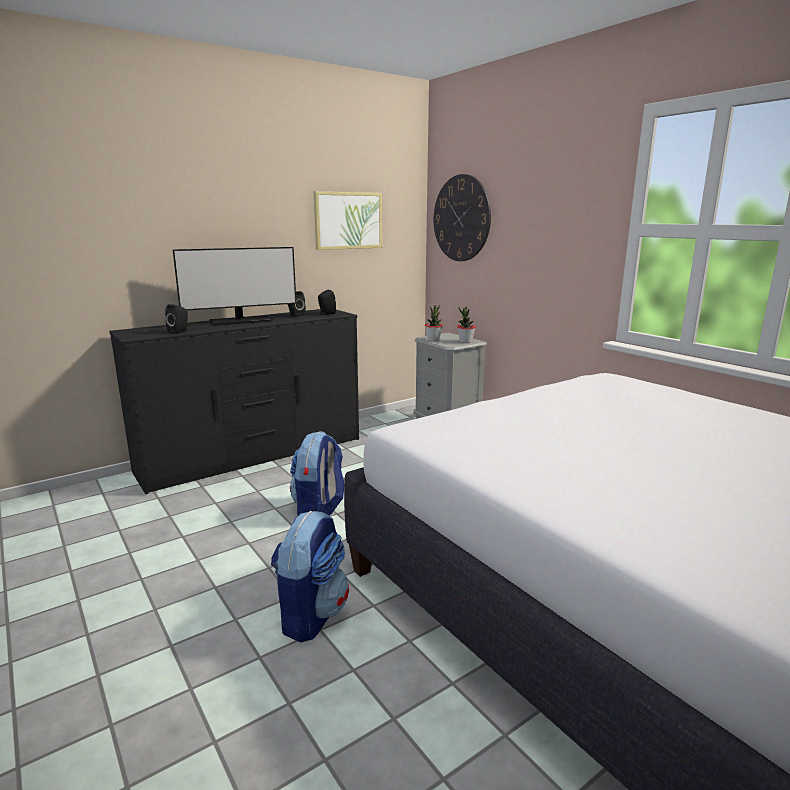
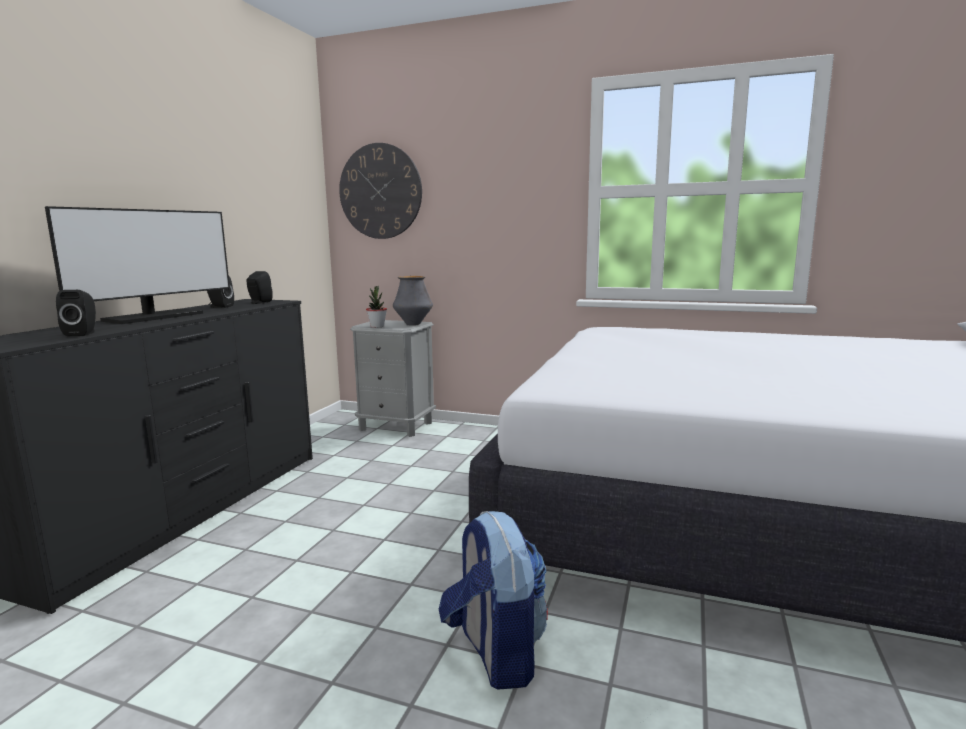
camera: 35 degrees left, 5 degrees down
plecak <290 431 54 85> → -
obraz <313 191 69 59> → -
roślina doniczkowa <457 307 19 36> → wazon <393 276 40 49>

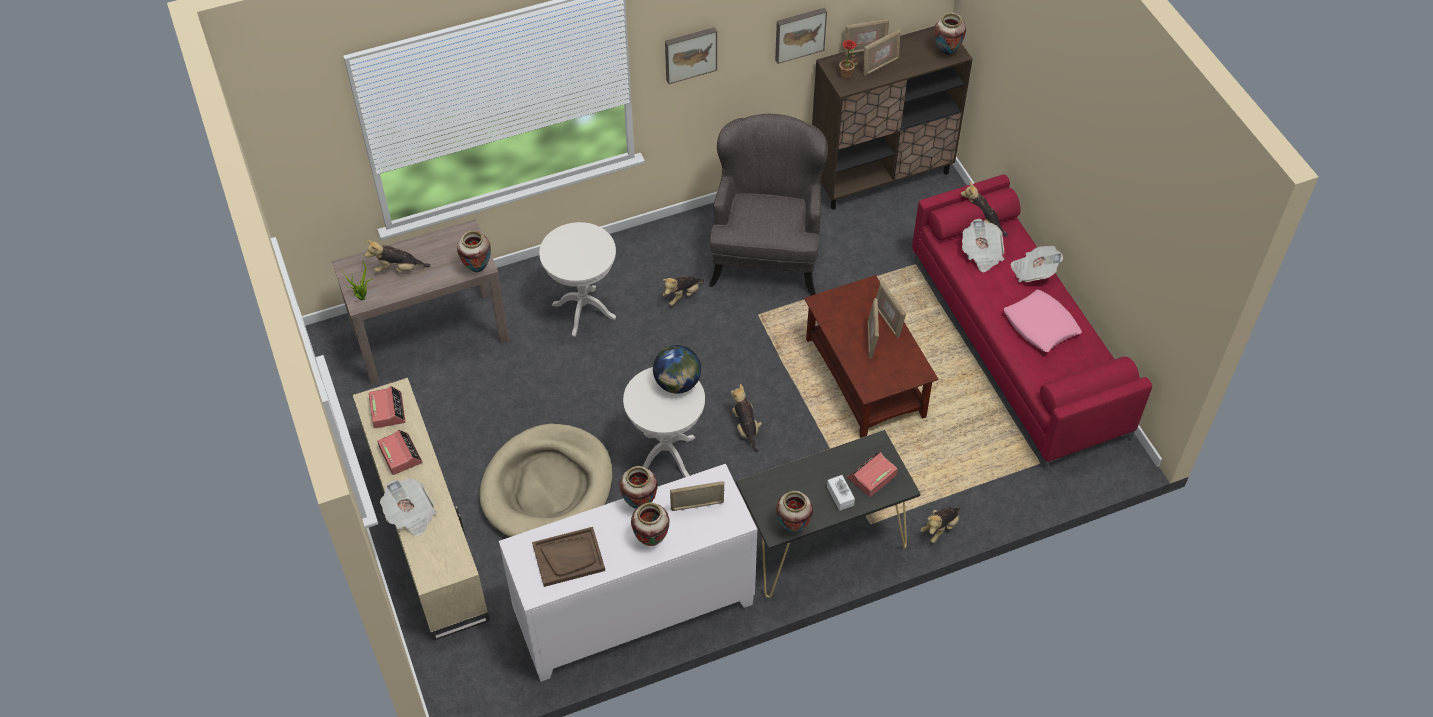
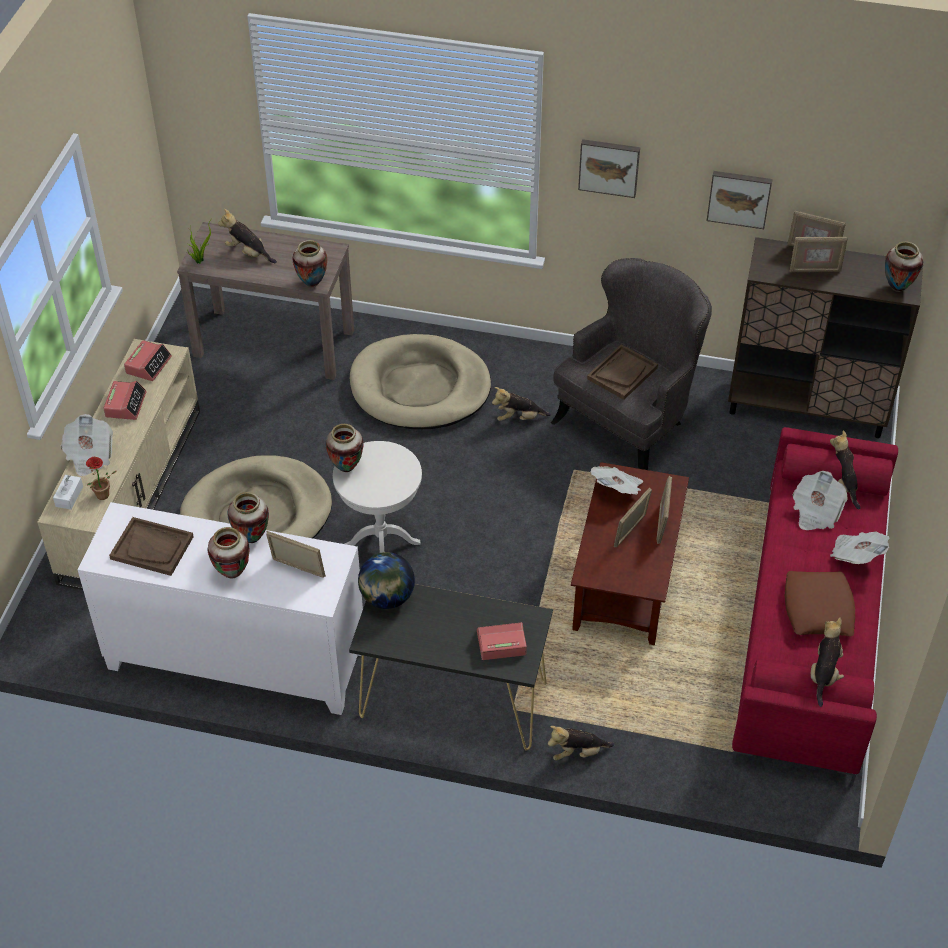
camera: 35 degrees right, 5 degrees down
stolik [biały] <539 222 77 115> → legowisko [beżowy] <350 334 141 95>
globus <653 345 48 49> → globus <358 552 57 57>, shifted
pluszak <731 384 31 68> → pluszak <811 618 33 89>, shifted
wazon <776 491 37 42> → wazon <325 424 39 48>, shifted
pudełko chusteczek [biały] <827 475 28 36> → pudełko chusteczek [biały] <53 475 30 35>, shifted
roślina doniczkowa <839 40 19 39> → roślina doniczkowa <86 456 30 44>, shifted
poduszka [różowy] <1003 289 79 63> → poduszka [brązowy] <785 571 70 66>
- → taca [brązowy] <587 344 71 56>
- → gazeta <591 466 52 29>

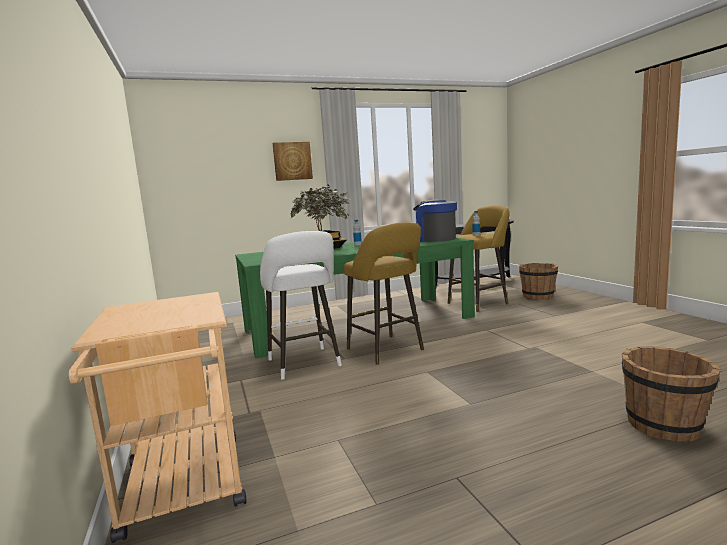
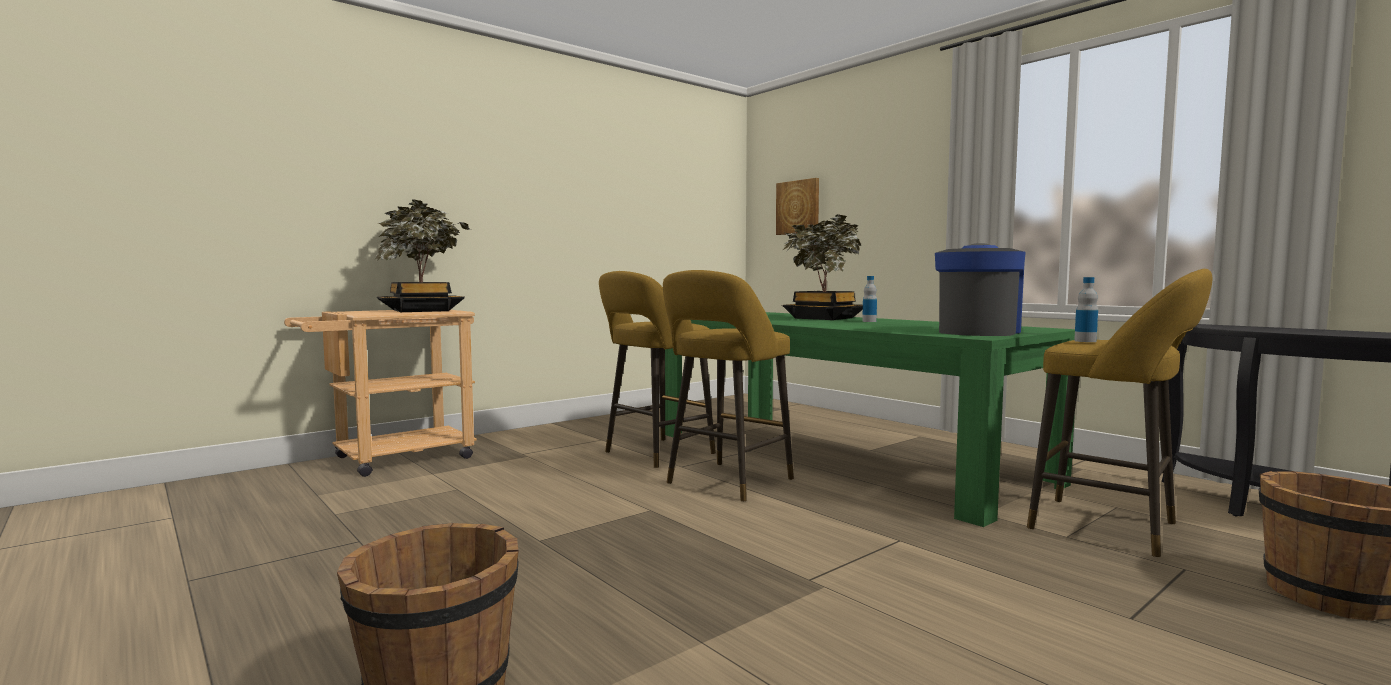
camera: 70 degrees right, 5 degrees down
stołek [biały] <260 231 82 149> → stołek [żółty] <599 271 117 197>
obraz <273 142 40 39> → obraz <776 178 43 57>, shifted
- → roślina doniczkowa <374 199 97 113>

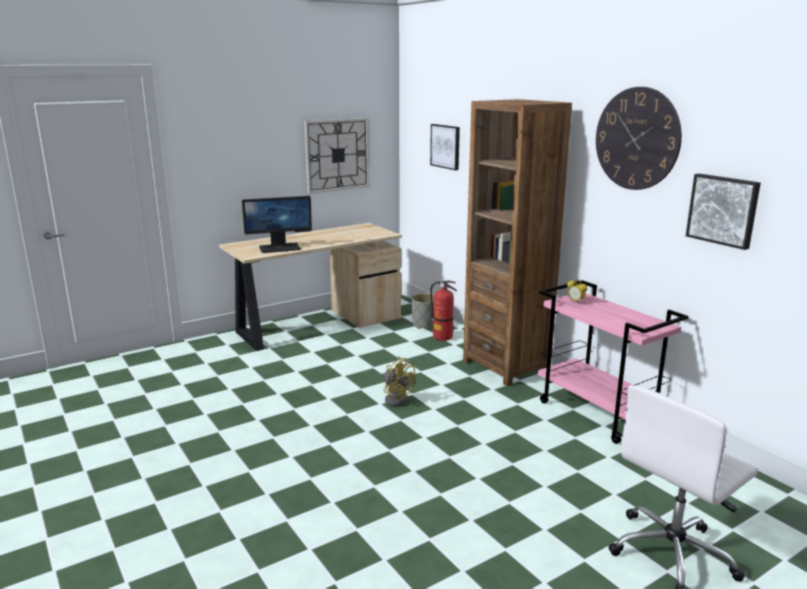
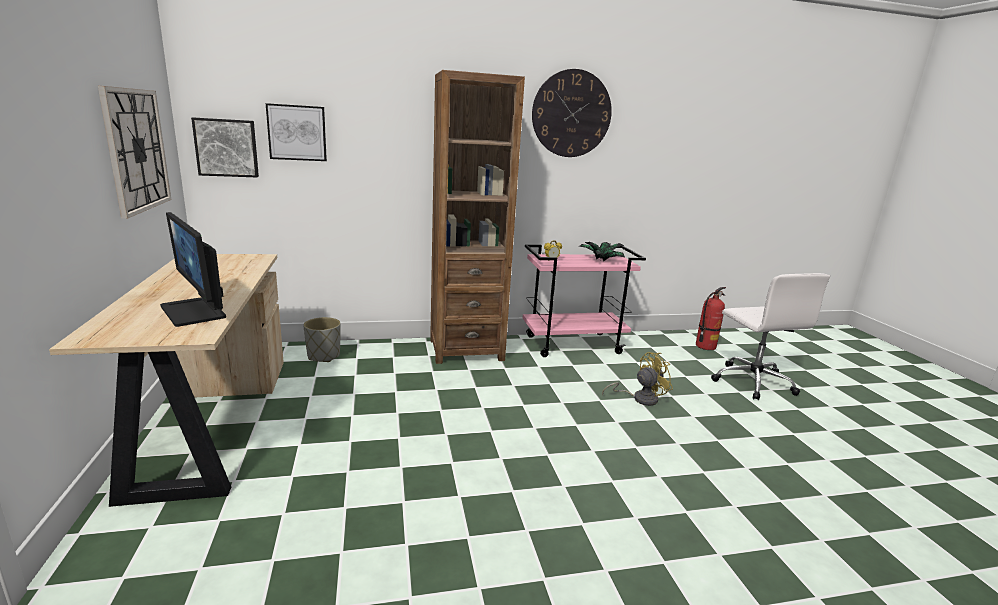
camera: 70 degrees left, 0 degrees up
monitor <242 196 70 57> → monitor <160 212 66 115>, 135 degrees clockwise
wentylator [żółty] <382 356 33 51> → wentylator [żółty] <602 352 71 54>, shifted
gaśnica <430 281 27 60> → gaśnica <696 287 30 63>, shifted
obraz <686 174 75 76> → obraz <191 118 68 59>, shifted
- → roślina doniczkowa <579 242 46 19>

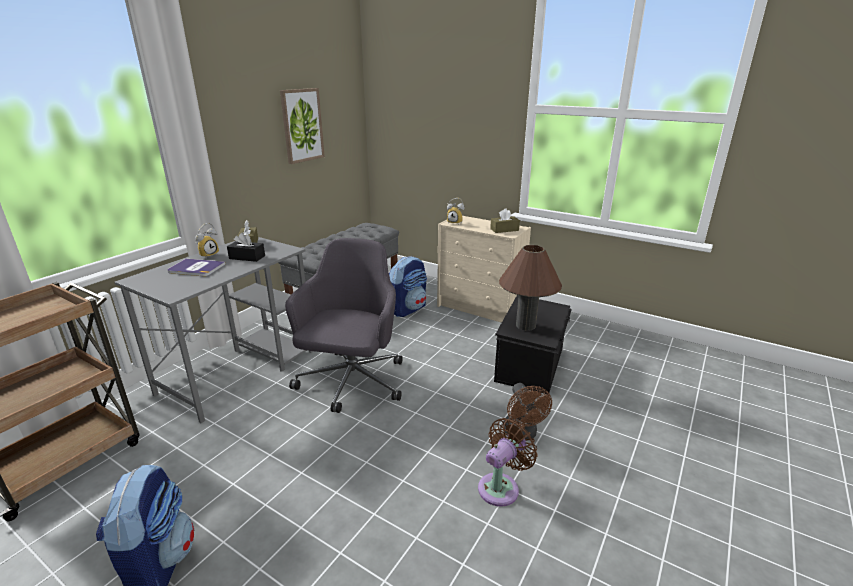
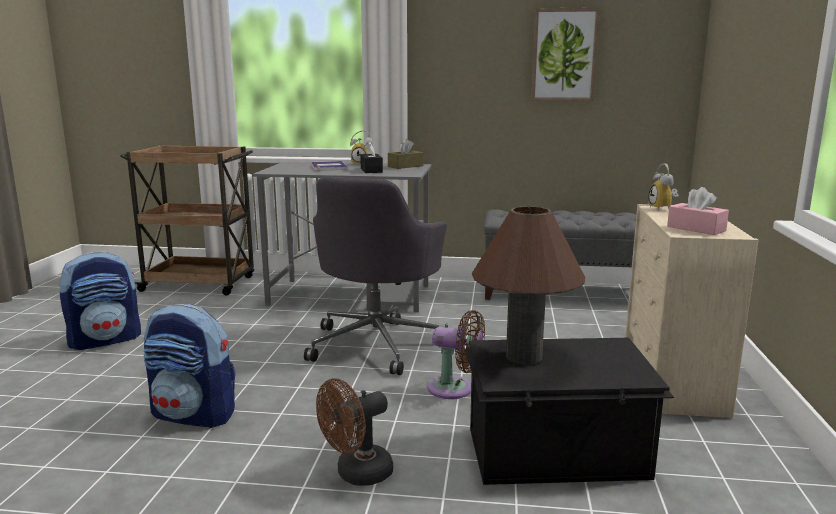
camera: 65 degrees right, 10 degrees down
krzesło biurowe [szary] <285 238 118 175> → krzesło biurowe [szary] <304 177 143 198>, 120 degrees clockwise
plecak <389 256 38 61> → plecak <144 304 92 124>, shifted
wentylator [brązowy] <478 418 59 89> → wentylator [brązowy] <427 310 58 89>, shifted
pudełko chusteczek [brązowy] <490 208 30 25> → pudełko chusteczek [różowy] <667 187 62 48>

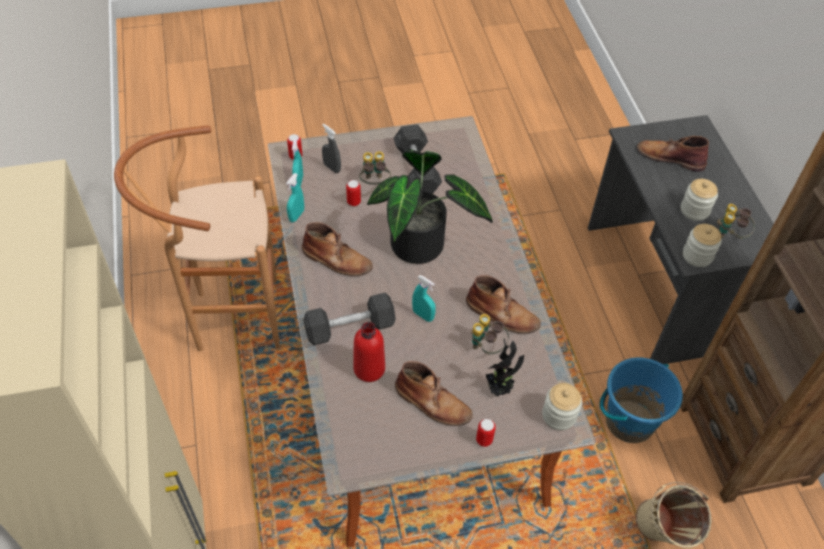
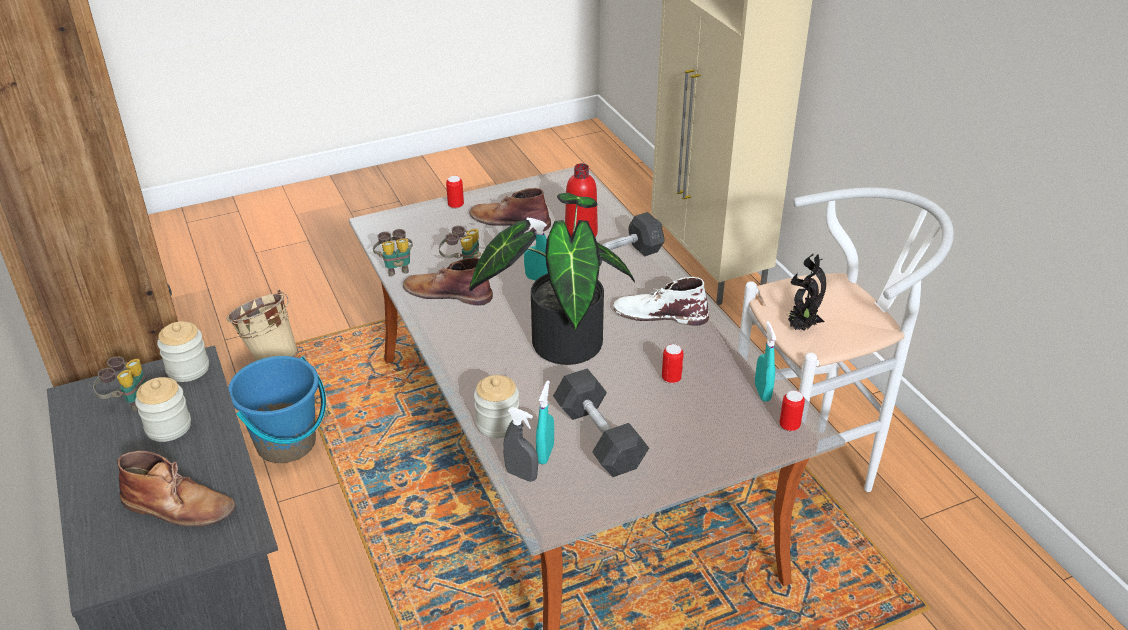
camera: 170 degrees right, 15 degrees down
stołek [brązowy] <114 125 166 226> → stołek [biały] <740 187 214 305>
spryskiwacz [turkusowy] <286 173 18 49> → spryskiwacz [turkusowy] <536 380 18 84>, shifted
but z cholewką [brązowy] <302 222 71 54> → but z cholewką [biały] <613 277 96 49>
spryskiwacz [szary] <322 124 19 49> → spryskiwacz [szary] <503 407 35 75>, shifted
lornetka <359 151 32 34> → lornetka <373 229 40 48>, shifted
roślina doniczkowa <486 339 38 57> → roślina doniczkowa <788 253 38 78>, shifted
słoik <542 383 40 47> → słoik <474 375 45 63>, shifted

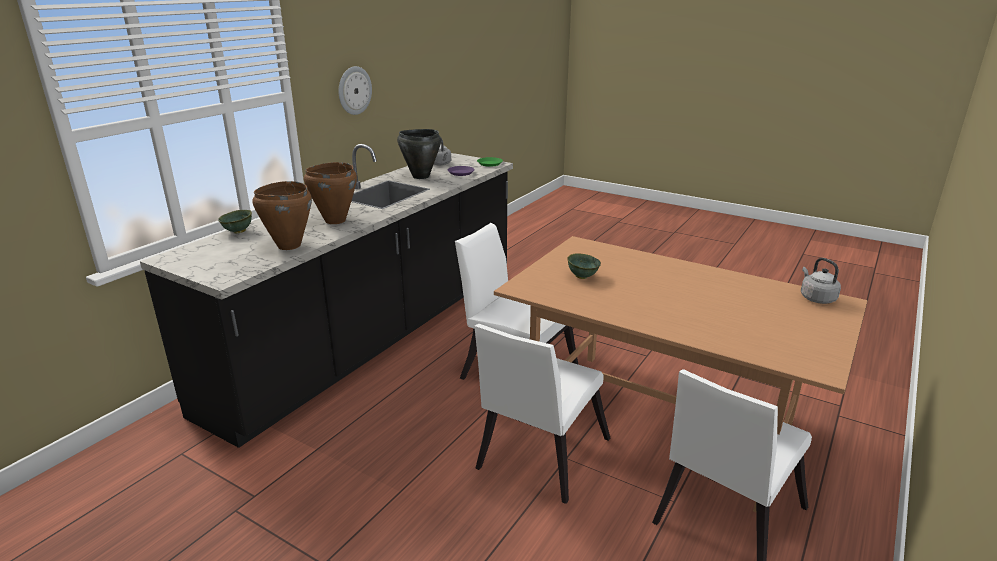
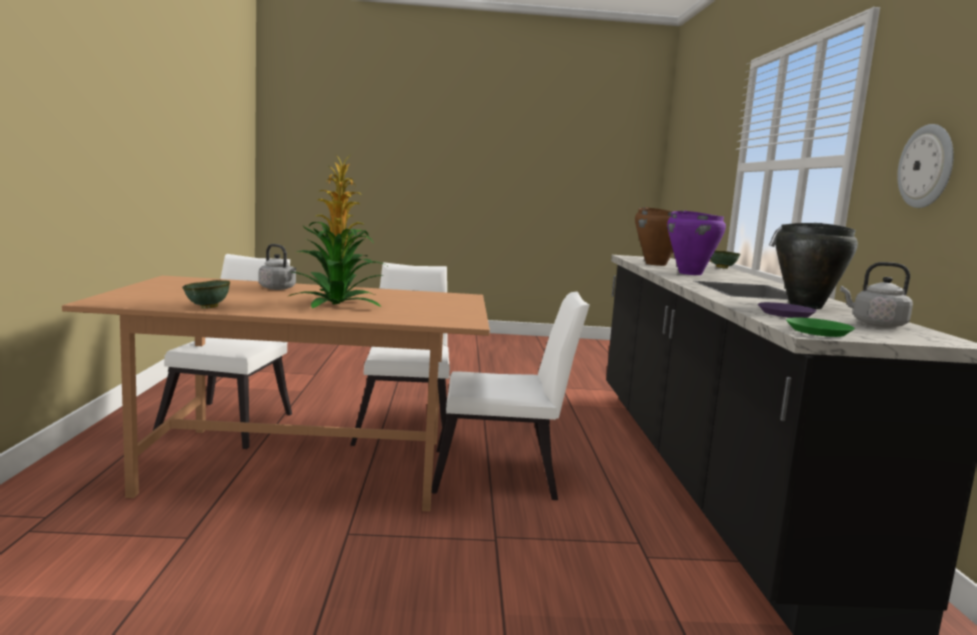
camera: 145 degrees right, 15 degrees down
garnek [brązowy] <304 162 53 62> → garnek [fioletowy] <667 211 59 64>
miska [zielony] <567 253 34 26> → miska [zielony] <182 280 48 29>, shifted
czajnik [szary] <801 258 40 46> → czajnik [szary] <258 244 38 46>, shifted
- → roślina doniczkowa <289 155 98 153>

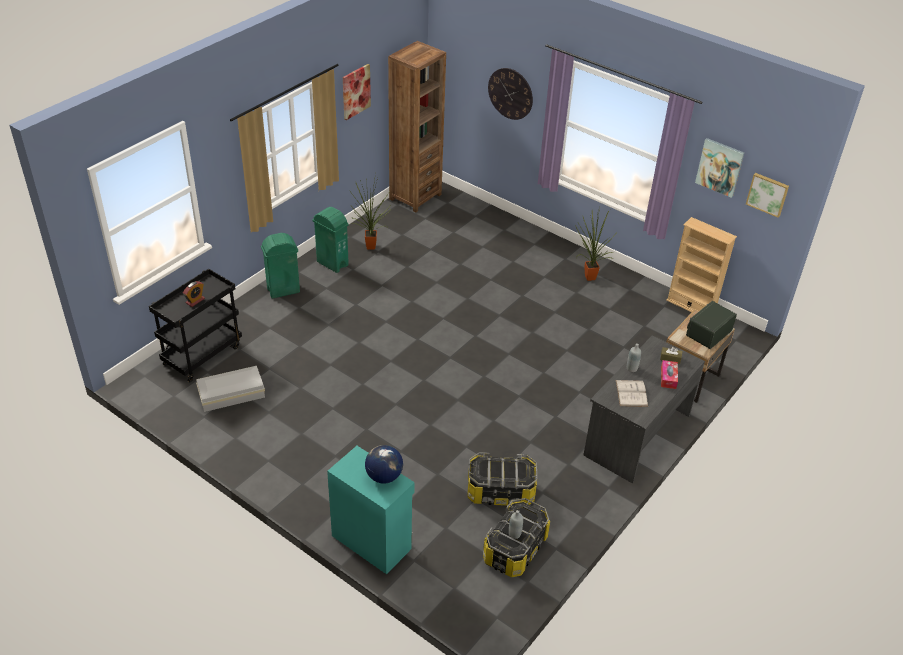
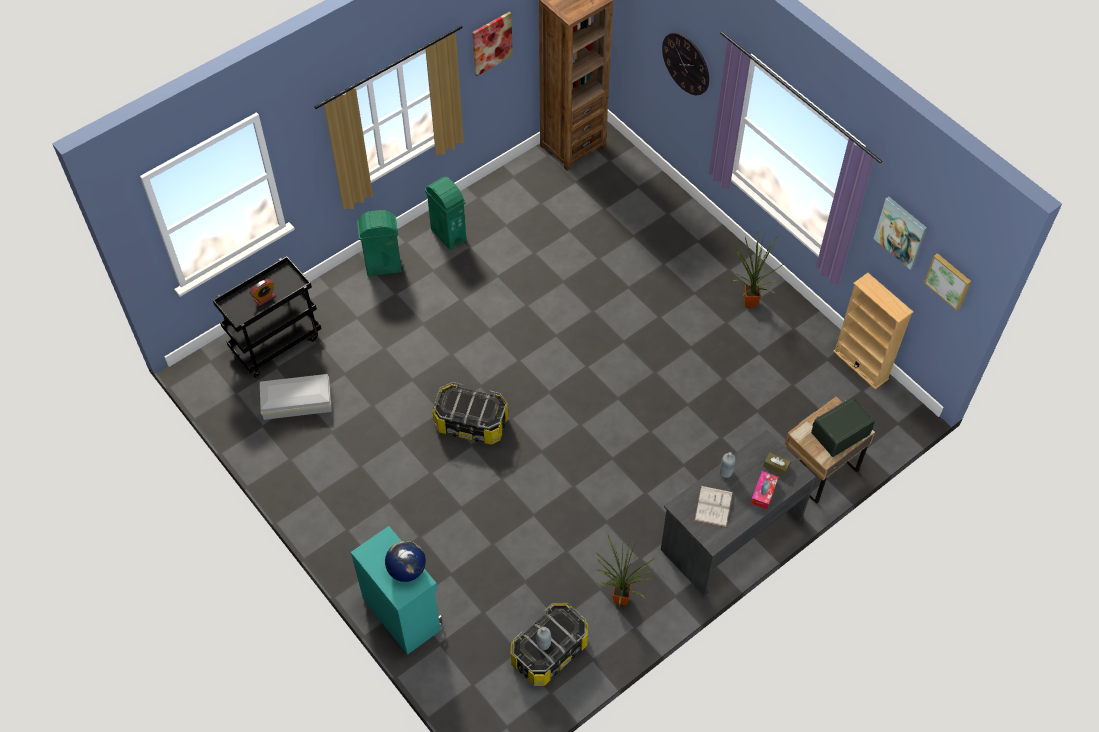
camera: 15 degrees right, 15 degrees up
roślina doniczkowa <349 174 41 75> → roślina doniczkowa <596 535 59 72>, shifted
pojemnik do przechowywania <467 452 70 54> → pojemnik do przechowywania <433 382 75 63>, shifted

